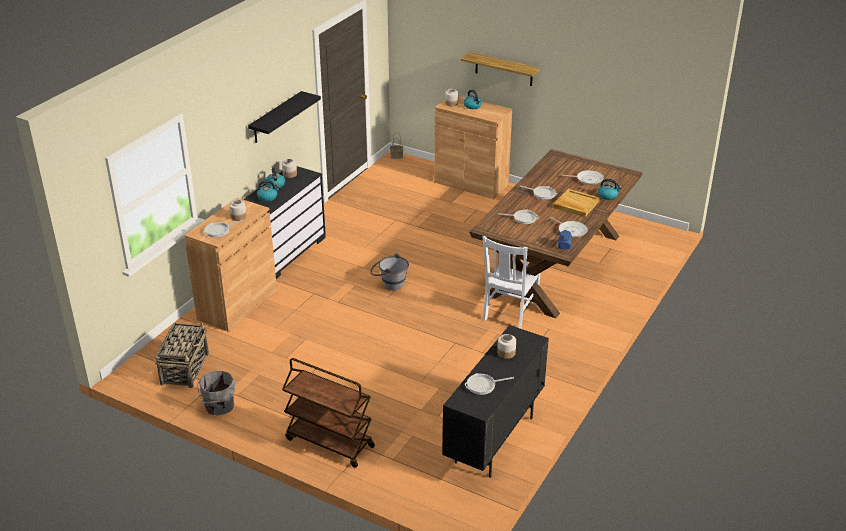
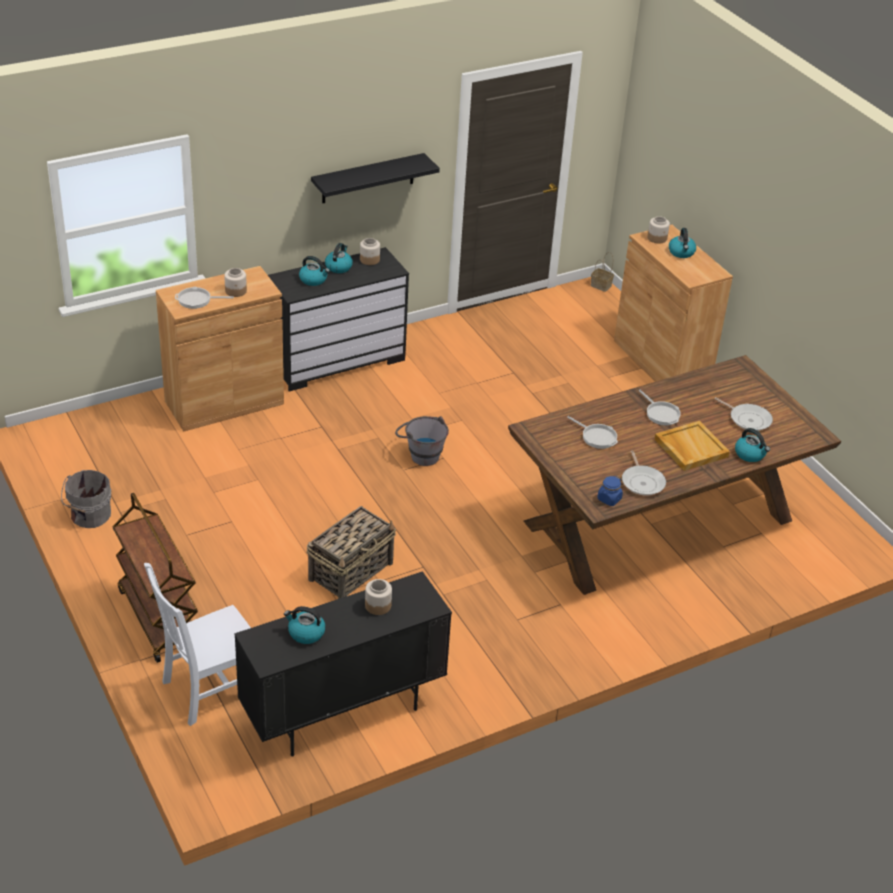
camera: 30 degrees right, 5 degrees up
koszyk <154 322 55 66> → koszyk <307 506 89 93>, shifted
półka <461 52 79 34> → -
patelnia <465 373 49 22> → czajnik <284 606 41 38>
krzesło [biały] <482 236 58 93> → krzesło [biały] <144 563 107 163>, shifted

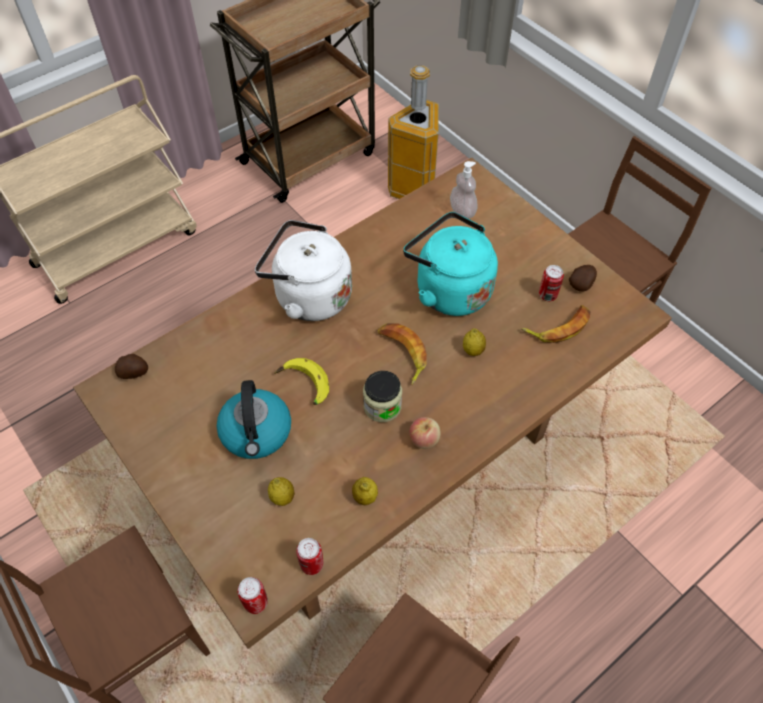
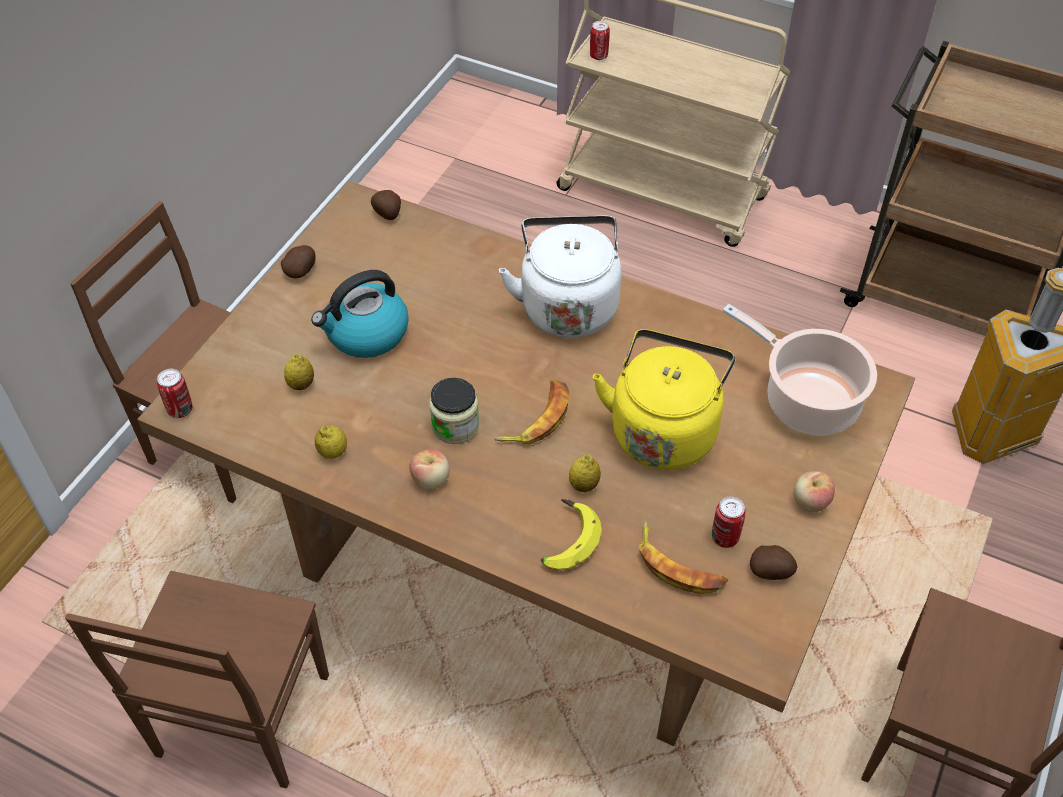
camera: 65 degrees right, 5 degrees down
banan <274 358 55 47> → banan <541 499 61 71>, shifted
puszka <296 538 27 37> → puszka <590 21 20 39>, shifted
czajnik [turkusowy] <403 212 95 104> → czajnik [żółty] <593 329 142 141>
dozownik mydła <450 161 28 58> → garnek <722 304 155 132>
- → ziemniak <281 245 35 33>
- → jabłko <794 471 41 41>

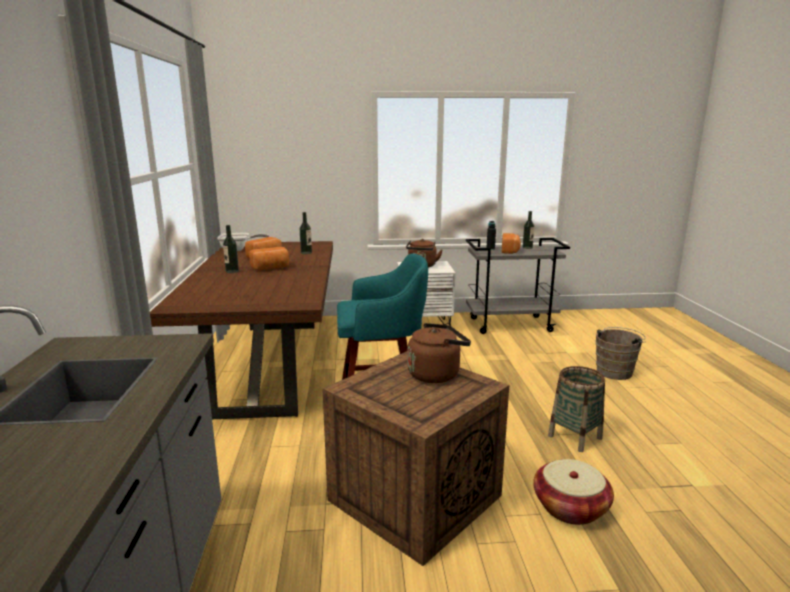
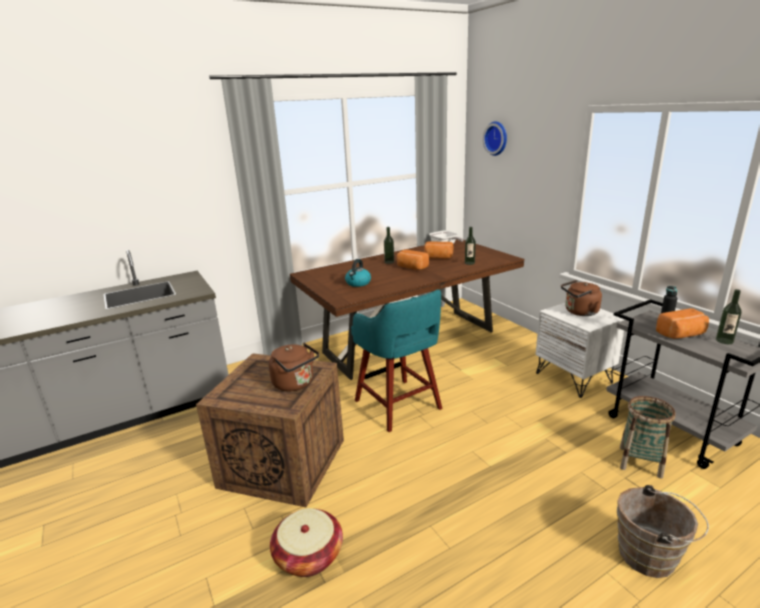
camera: 65 degrees right, 5 degrees up
koszyk <548 366 57 86> → koszyk <620 396 56 83>, shifted
- → czajnik <345 259 26 28>
- → zegar ścienny <483 121 24 35>

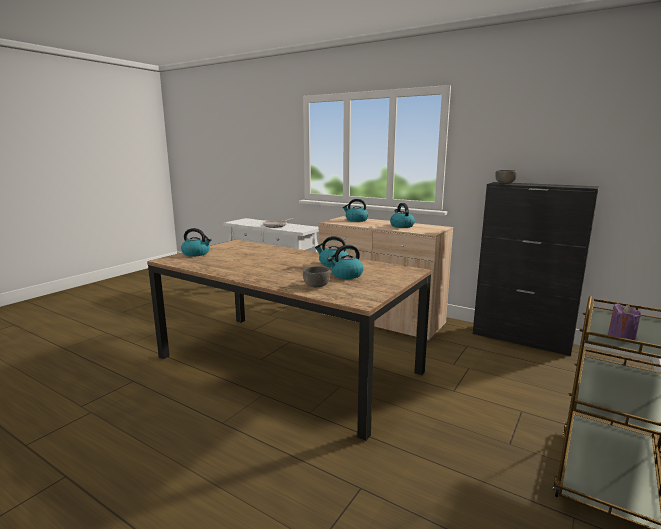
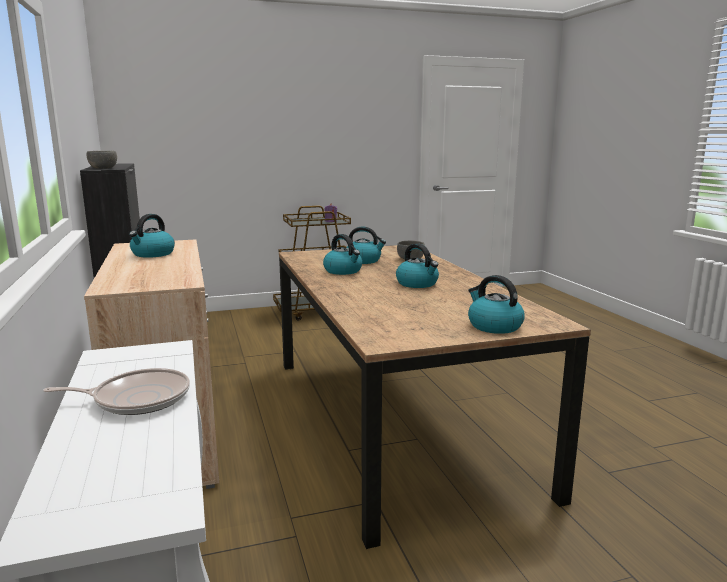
camera: 140 degrees left, 0 degrees up
czajnik <343 199 25 23> → czajnik <396 243 43 45>, shifted

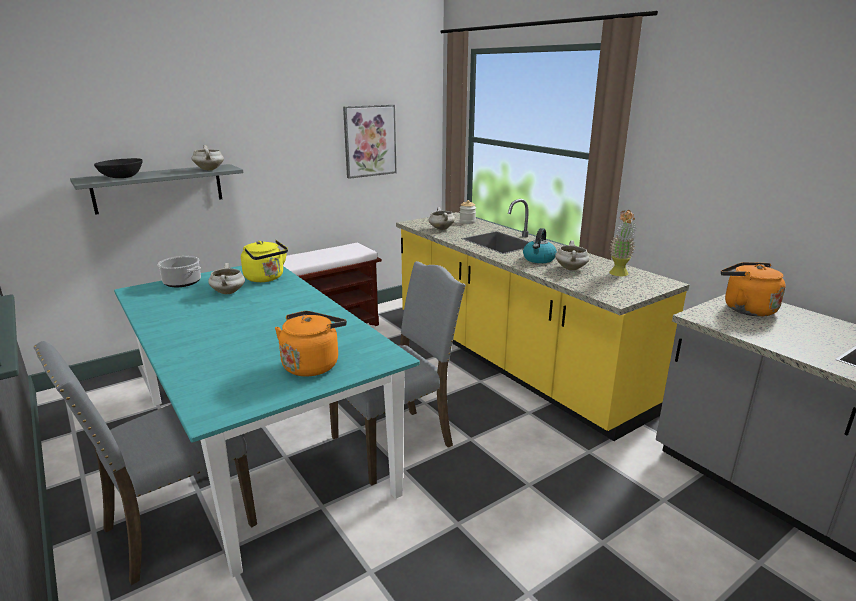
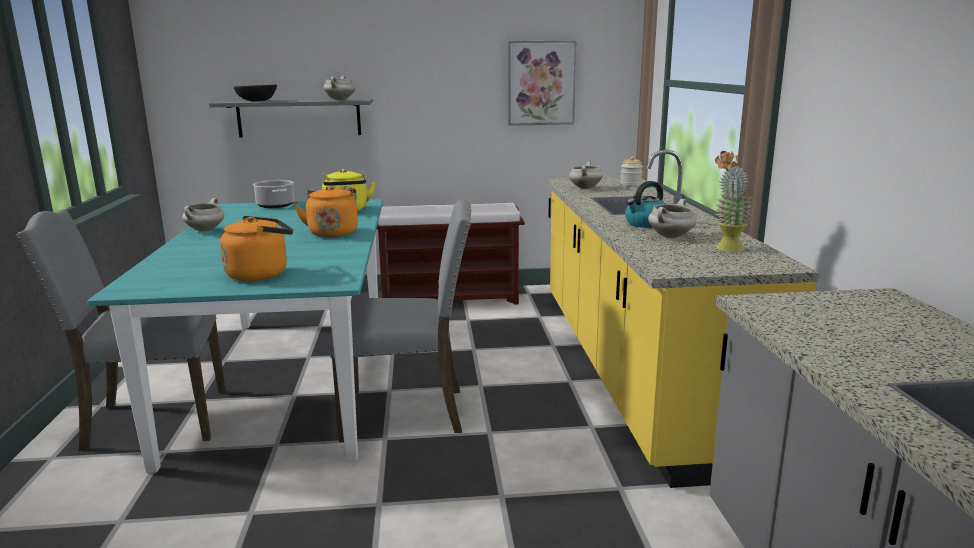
camera: 30 degrees right, 5 degrees down
garnek [biały] <208 263 37 31> → garnek [biały] <182 198 43 34>, shifted
czajnik [pomarańczowy] <721 262 65 55> → czajnik [pomarańczowy] <294 186 64 51>, shifted

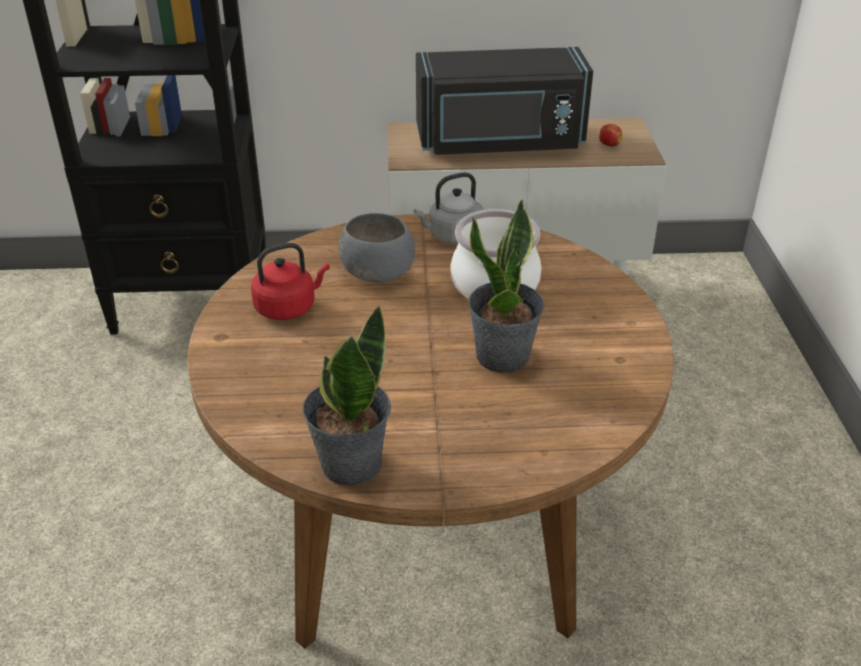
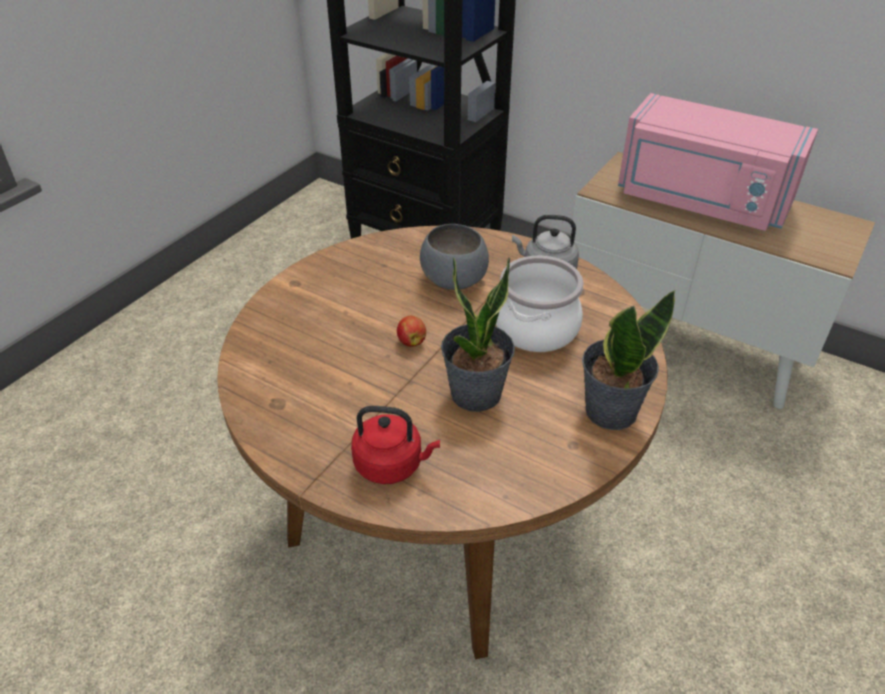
camera: 35 degrees right, 5 degrees up
czajnik [czerwony] <251 243 79 77> → czajnik [czerwony] <351 406 89 78>, shifted
roślina doniczkowa <302 304 89 182> → roślina doniczkowa <582 290 93 140>, shifted
mikrofalówka [czarny] <416 47 177 108> → mikrofalówka [różowy] <618 93 200 138>
jabłko <599 124 23 23> → jabłko <397 316 29 31>, shifted

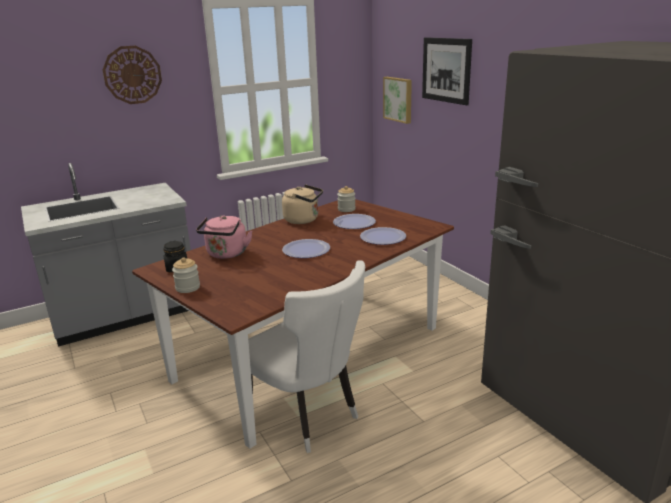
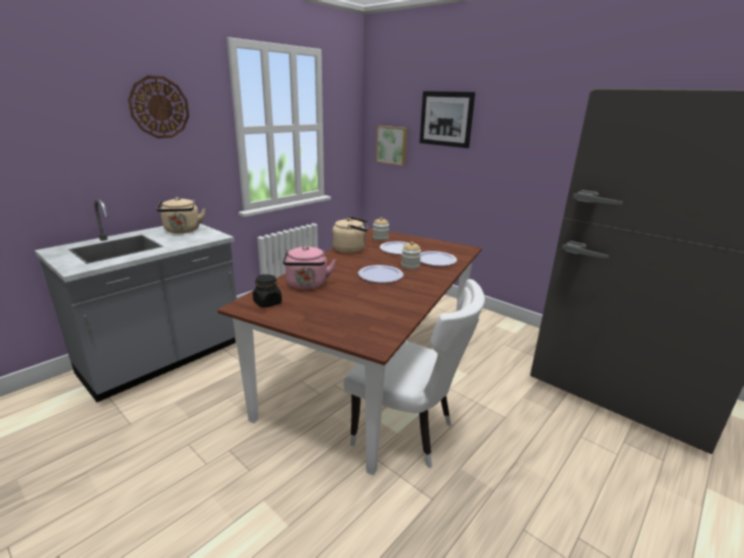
camera: 20 degrees left, 0 degrees up
słoik <172 257 28 36> → słoik <401 242 20 28>, shifted
- → czajnik [beżowy] <156 197 50 36>

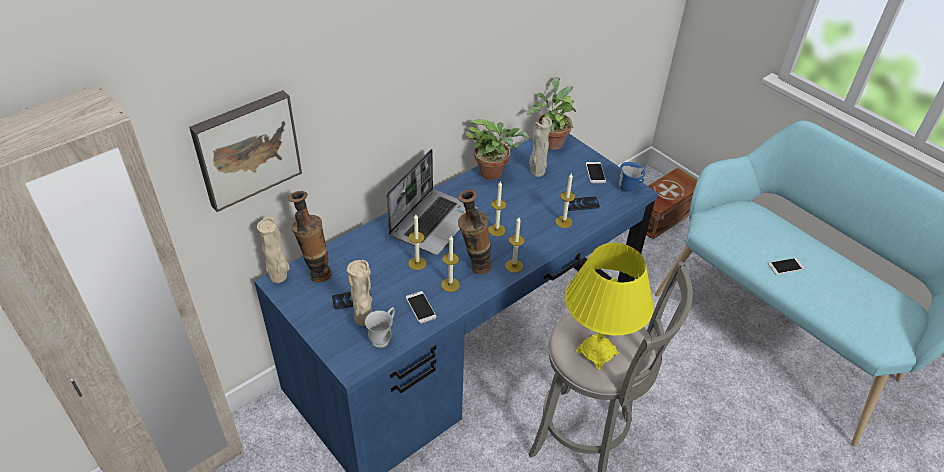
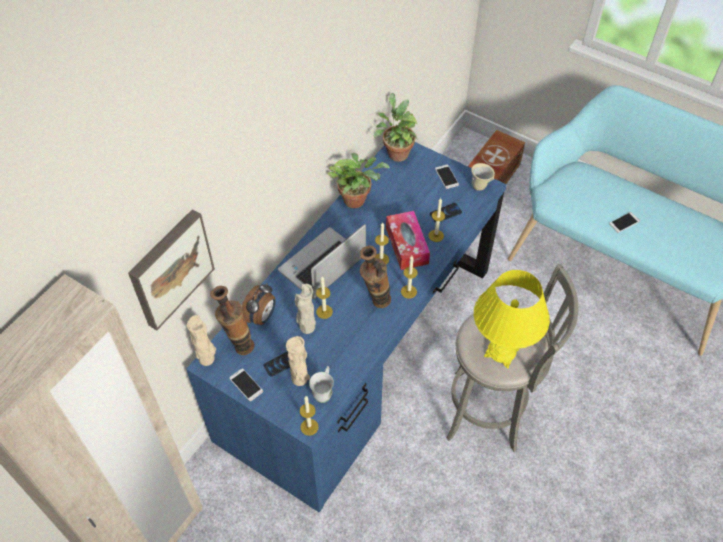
camera: 15 degrees left, 10 degrees up
laptop <386 149 92 106> → laptop <278 224 88 75>, 150 degrees counterclockwise
telefon <406 291 31 33> → telefon <230 368 33 33>, shifted
świeca <441 236 19 56> → świeca <300 396 19 40>, shifted
wazon [beżowy] <529 117 23 60> → wazon [beżowy] <295 284 21 50>, shifted
kubek [niebieski] <619 162 26 30> → kubek [beżowy] <471 163 24 28>
- → budzik <242 283 34 43>
- → pudełko chusteczek <386 211 44 59>

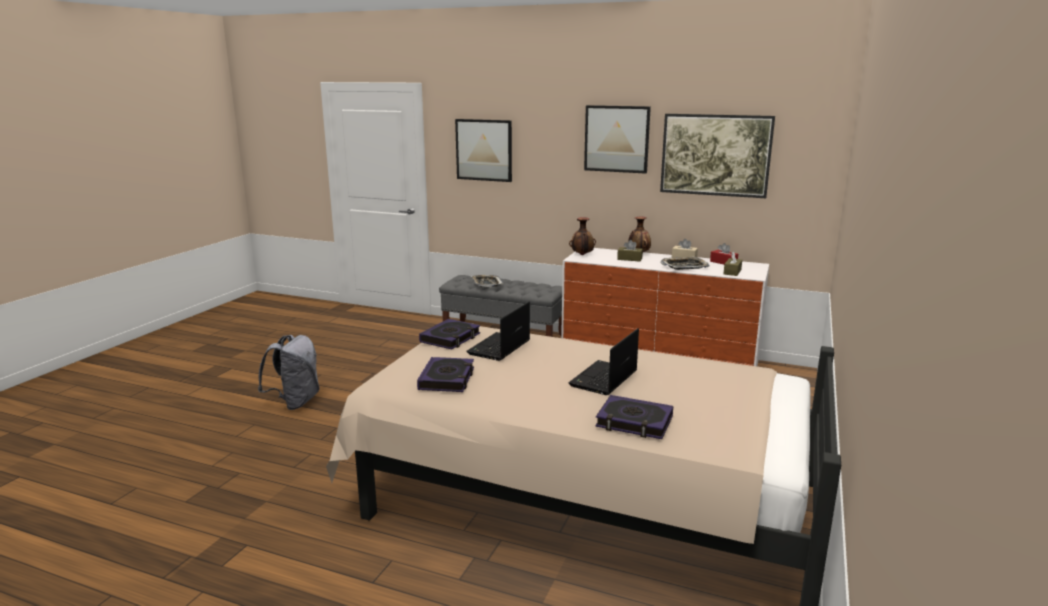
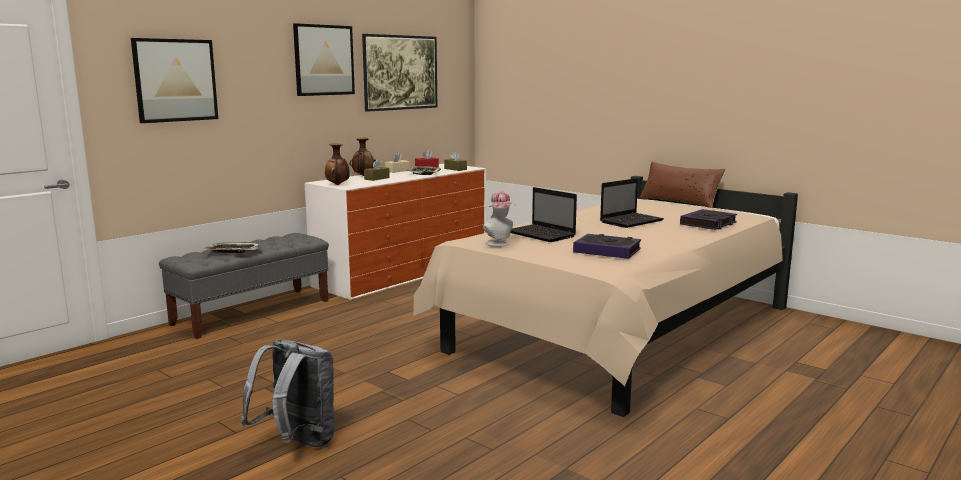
camera: 70 degrees left, 5 degrees down
książka <419 319 61 30> → kapelusz <483 191 33 55>
laptop <569 328 70 67> → laptop <600 178 64 50>, 90 degrees counterclockwise
- → poduszka [brązowy] <639 162 86 46>

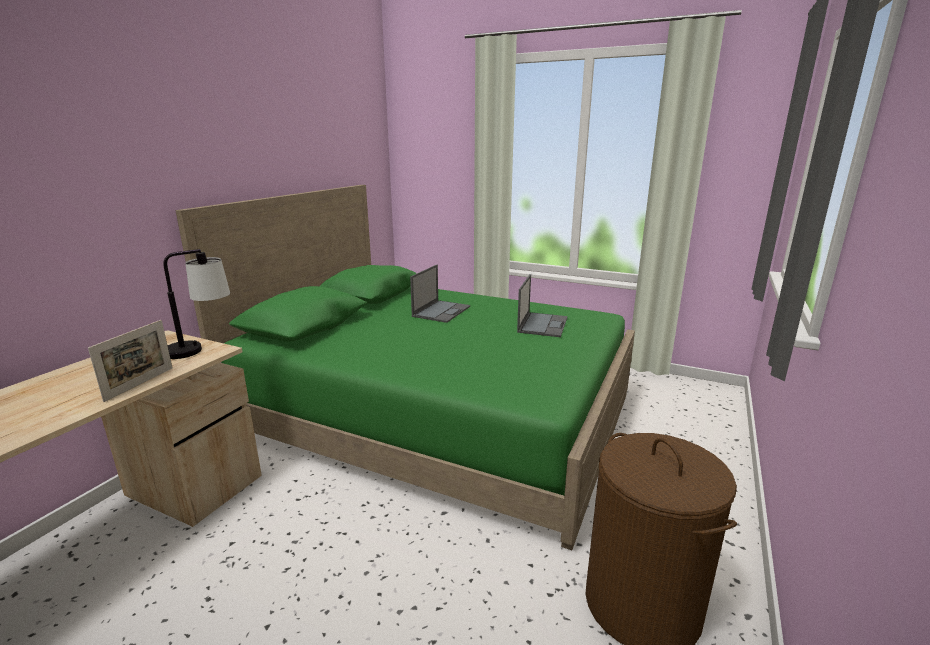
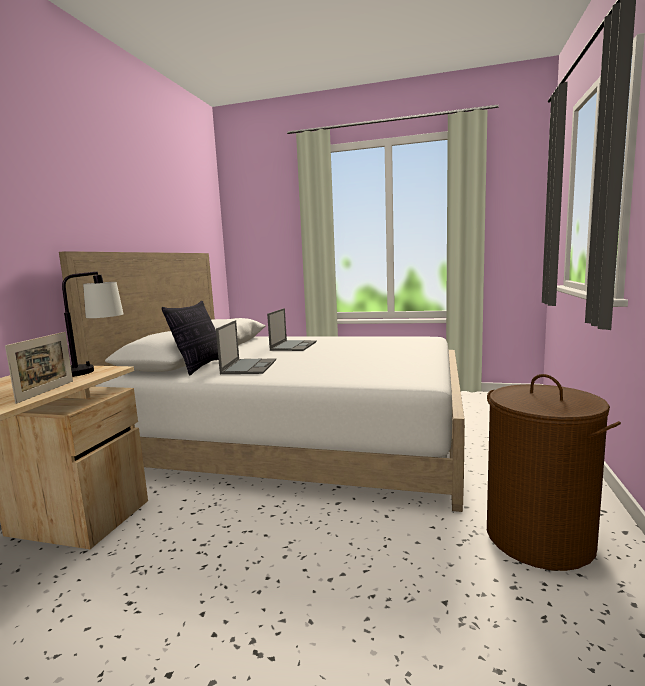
camera: 10 degrees left, 10 degrees down
łóżko [zielony] <175 185 460 365> → łóżko [biały] <59 251 406 261>
laptop <517 274 51 63> → laptop <216 320 60 54>, shifted
- → poduszka <161 301 58 74>

